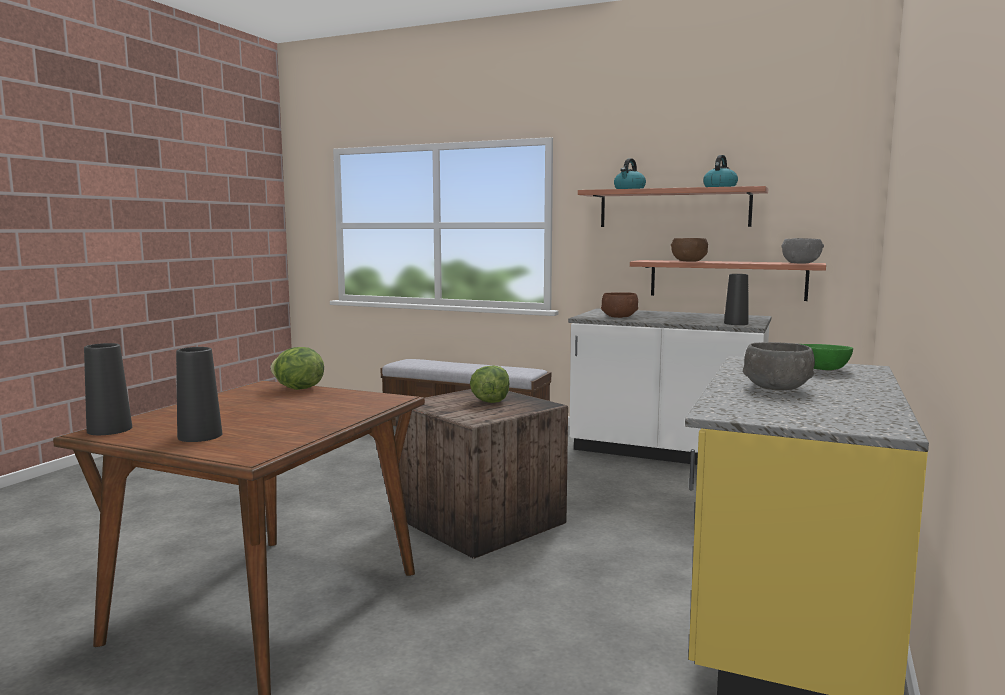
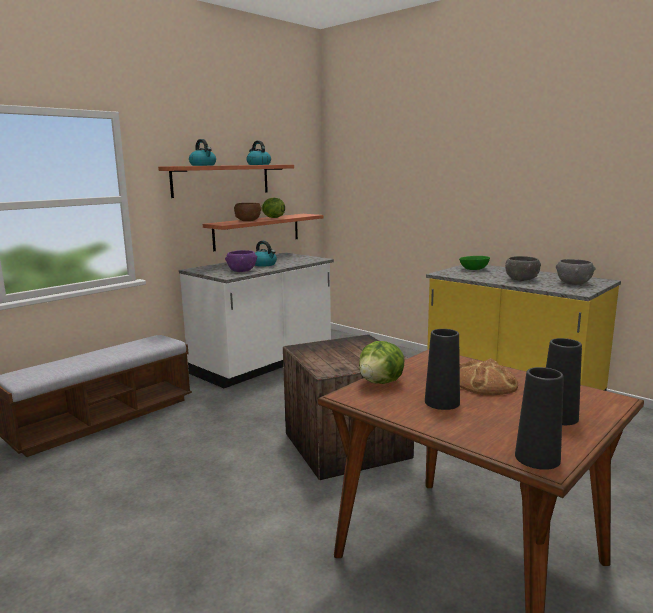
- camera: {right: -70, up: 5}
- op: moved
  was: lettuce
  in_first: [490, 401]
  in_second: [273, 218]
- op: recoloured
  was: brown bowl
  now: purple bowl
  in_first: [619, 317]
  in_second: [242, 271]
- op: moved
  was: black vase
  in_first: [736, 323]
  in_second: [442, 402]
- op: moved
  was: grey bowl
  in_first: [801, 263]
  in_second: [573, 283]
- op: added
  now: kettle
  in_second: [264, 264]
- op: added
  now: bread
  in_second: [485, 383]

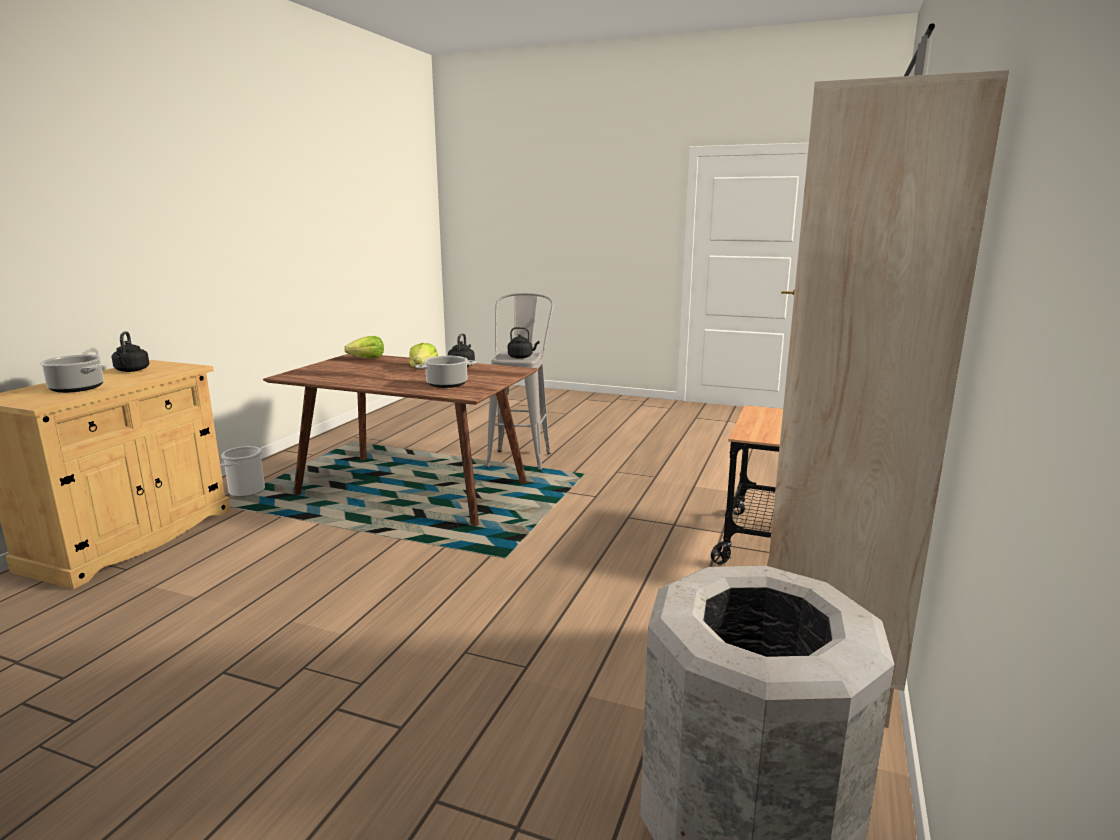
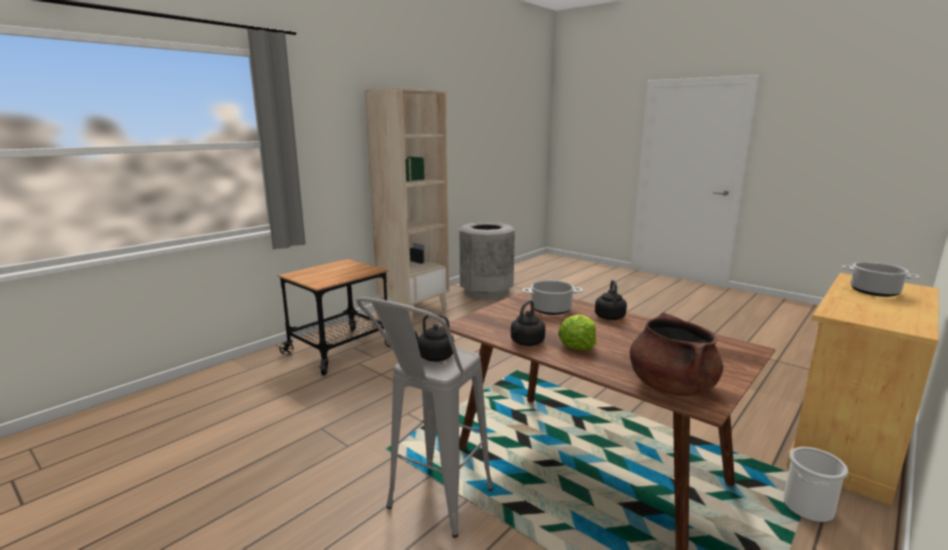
- camera: {right: -160, up: 0}
- op: moved
  was: black kettle
  in_first: [131, 370]
  in_second: [609, 316]
- op: replaced
  was: lettuce
  now: brown cooking pot
  in_first: [367, 358]
  in_second: [671, 386]

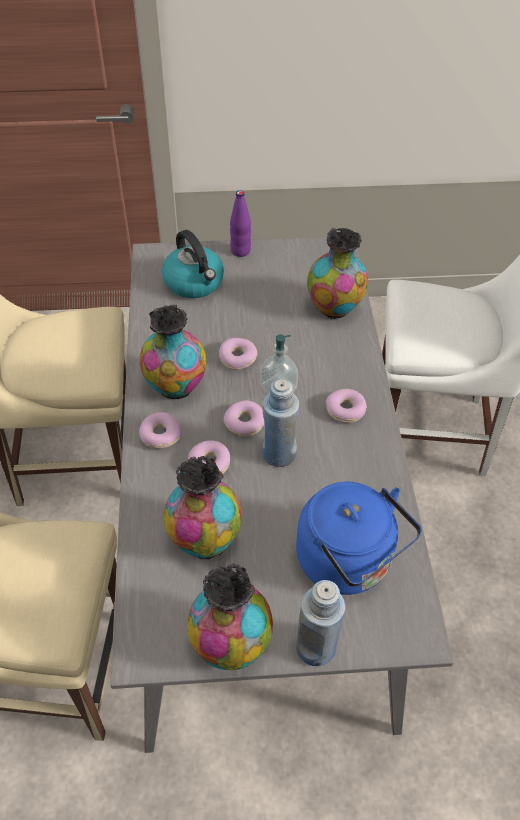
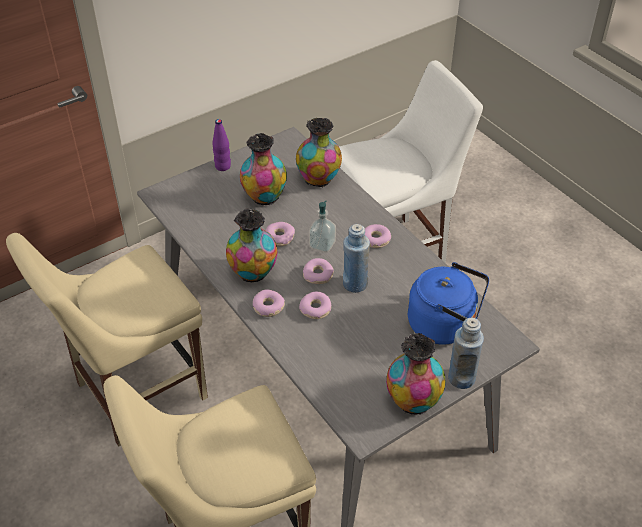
- camera: {right: -30, up: -5}
- op: removed
  was: kettle
  in_first: [194, 283]
- op: moved
  was: vase
  in_first: [205, 539]
  in_second: [264, 197]

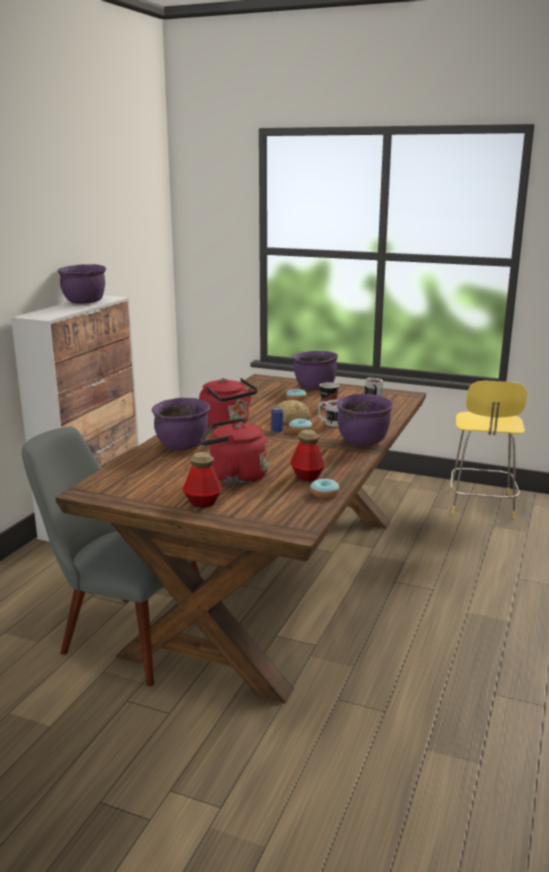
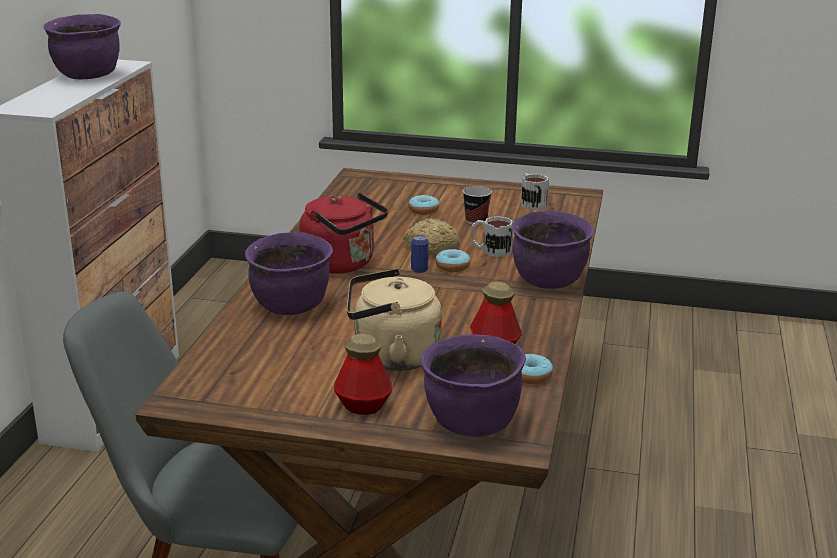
- camera: {right: -10, up: 5}
- op: recoloured
  was: red kettle
  now: beige kettle
  in_first: [234, 477]
  in_second: [391, 357]
- op: moved
  was: purple cooking pot
  in_first: [314, 388]
  in_second: [471, 423]
- op: removed
  was: yellow stool
  in_first: [481, 504]

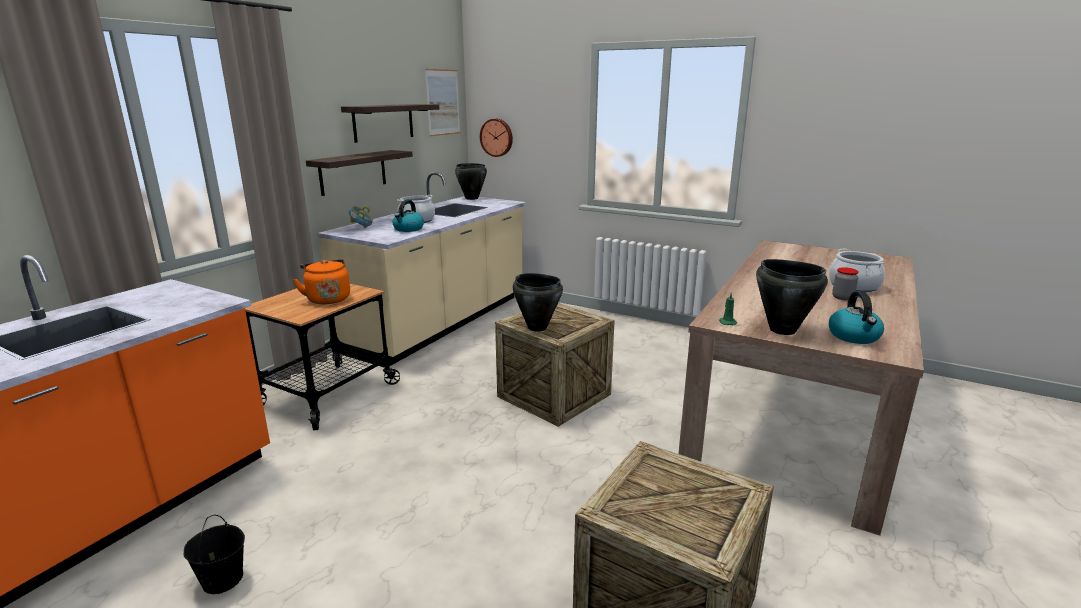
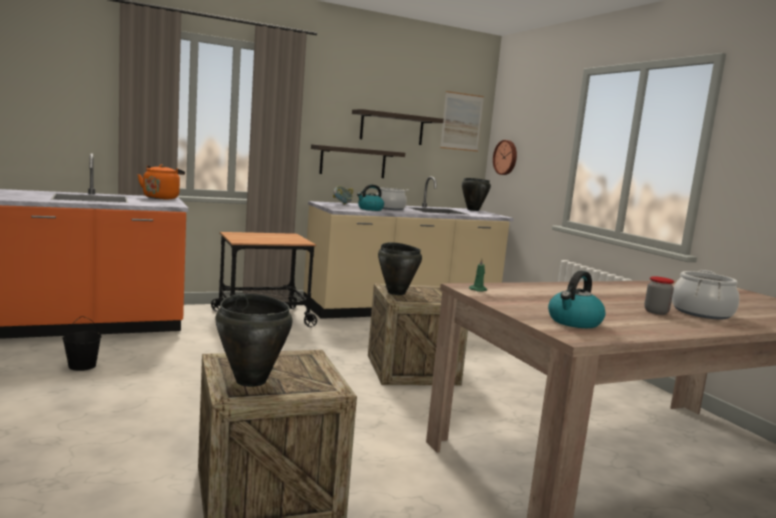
- camera: {right: 35, up: -10}
- op: moved
  was: orange kettle
  in_first: [327, 299]
  in_second: [161, 198]
- op: moved
  was: black cooking pot
  in_first: [782, 330]
  in_second: [251, 380]

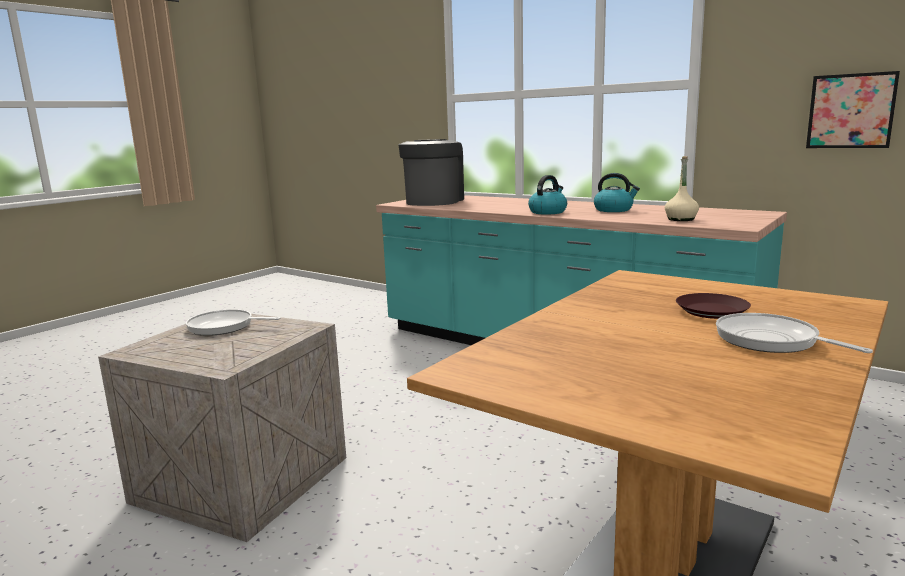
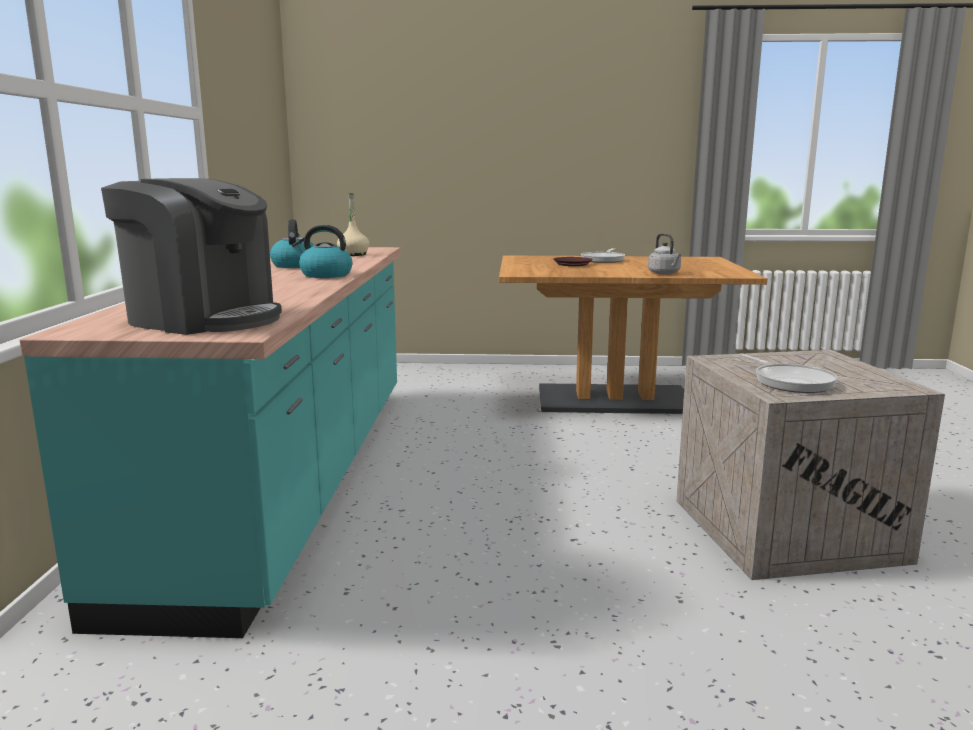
- camera: {right: -125, up: 0}
- op: turned
  was: coffee machine
  in_first: [433, 201]
  in_second: [203, 319]
  clockwise: -135
- op: removed
  was: picture
  in_first: [850, 111]
- op: added
  now: grey kettle
  in_second: [665, 273]

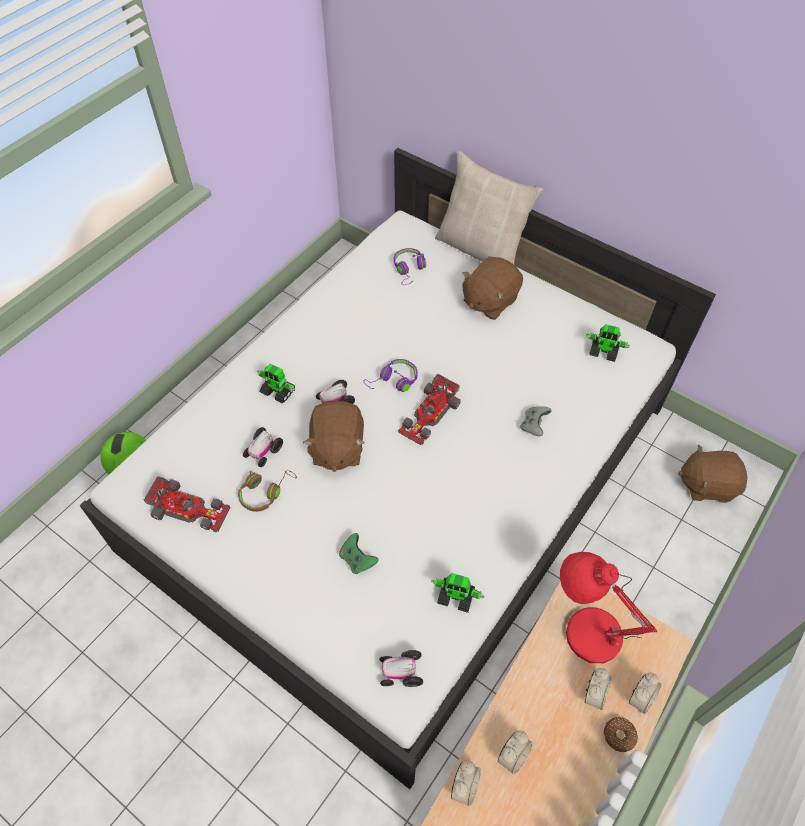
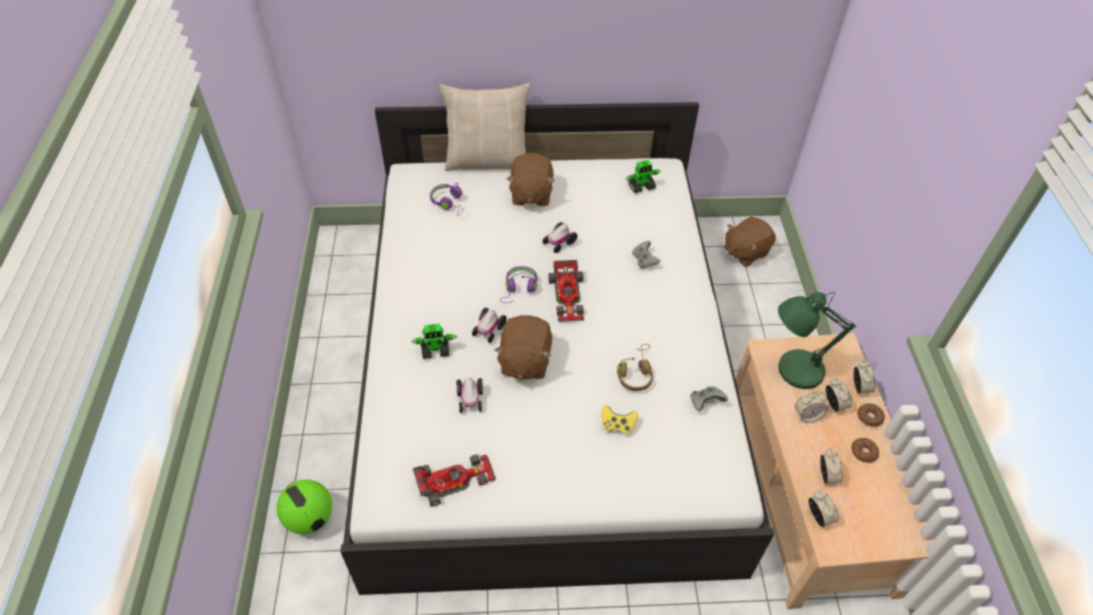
- camera: {right: -40, up: -5}
- op: moved
  was: brown headphones
  in_first: [265, 492]
  in_second: [635, 373]
- op: turned
  was: brown plush toy
  in_first: [337, 448]
  in_second: [524, 361]
  clockwise: 45
- op: recoloured
  was: green game controller
  now: yellow game controller
  in_first: [357, 559]
  in_second: [617, 425]
- op: moved
  was: toy car
  in_first: [401, 672]
  in_second: [559, 242]
- op: replaced
  was: toy robot
  now: grey game controller
  in_first: [456, 597]
  in_second: [705, 402]
- op: recoloured
  was: red table lamp
  now: green table lamp
  in_first: [586, 631]
  in_second: [794, 370]
- op: added
  now: alarm clock
  in_second: [807, 415]
- op: added
  now: donut
  in_second: [863, 452]

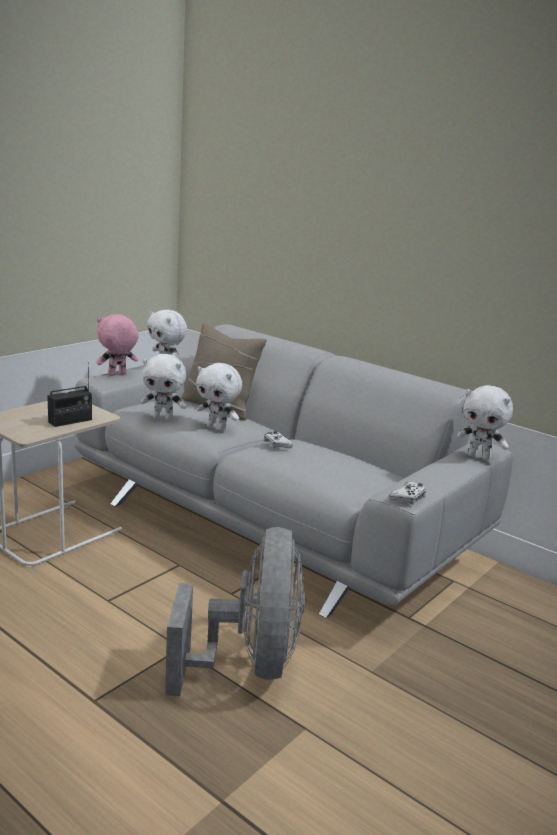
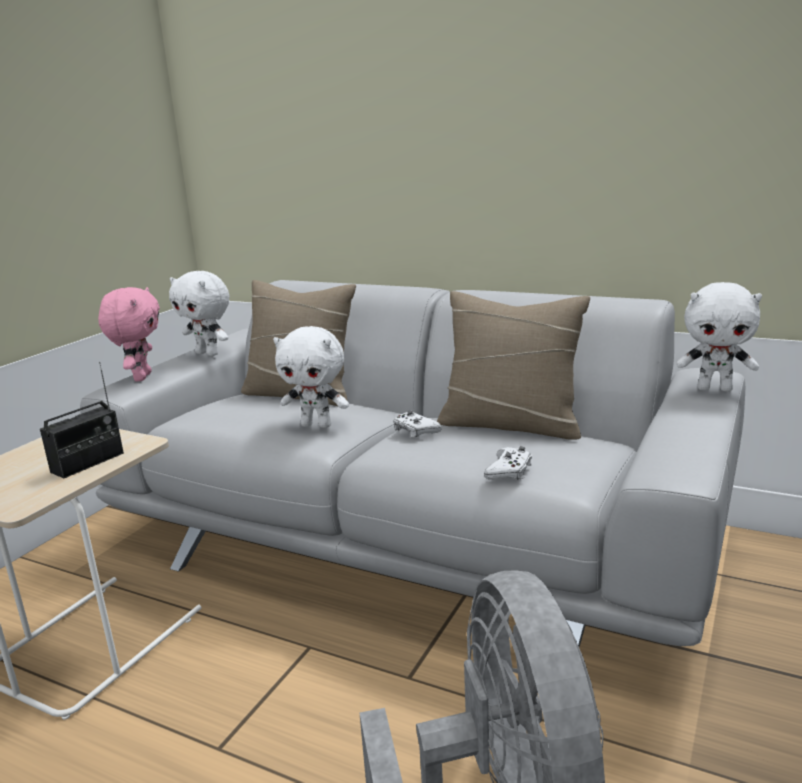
- camera: {right: -10, up: 0}
- op: turned
  was: pink plush toy
  in_first: [117, 374]
  in_second: [141, 377]
  clockwise: 135
- op: removed
  was: white plush toy
  in_first: [163, 418]
- op: moved
  was: white game controller
  in_first: [408, 498]
  in_second: [509, 471]
- op: added
  now: beige pillow
  in_second: [511, 424]

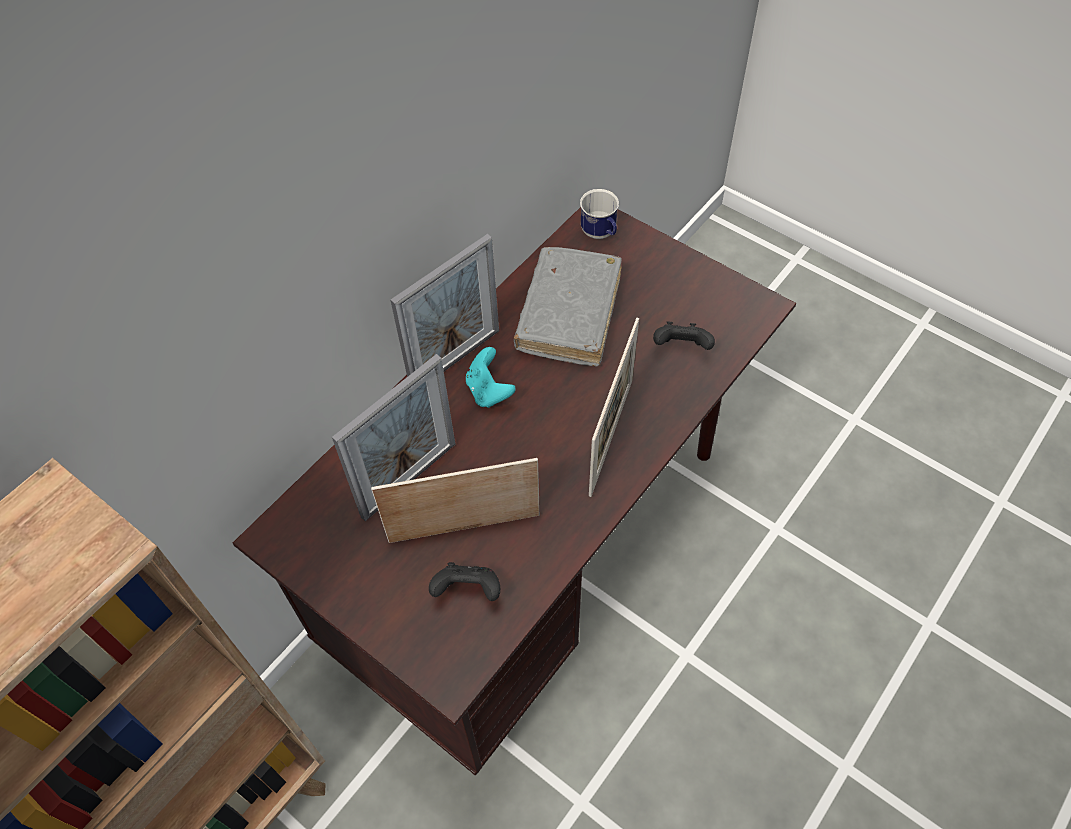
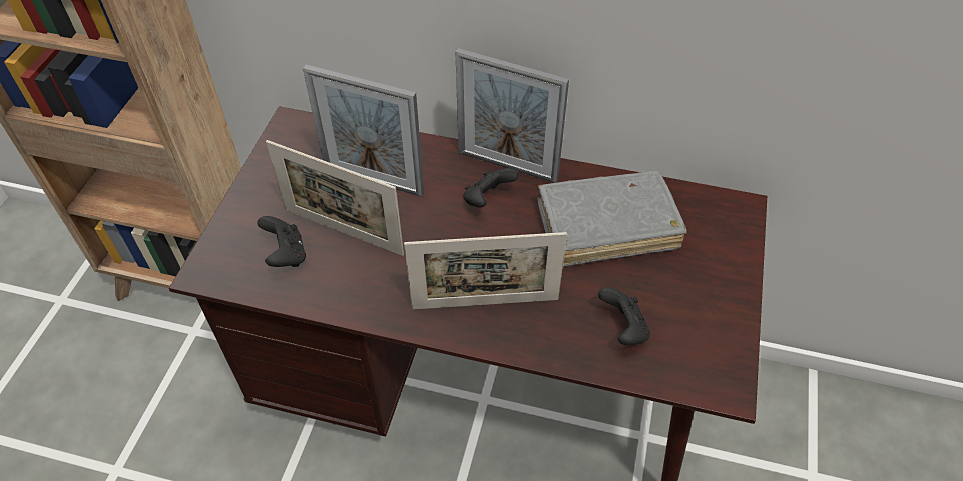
- camera: {right: 65, up: -5}
- op: turned
  was: picture frame
  in_first: [464, 528]
  in_second: [343, 232]
  clockwise: 150
- op: recoloured
  was: turquoise game controller
  now: black game controller
  in_first: [489, 391]
  in_second: [487, 199]
- op: removed
  was: mug
  in_first: [601, 234]

